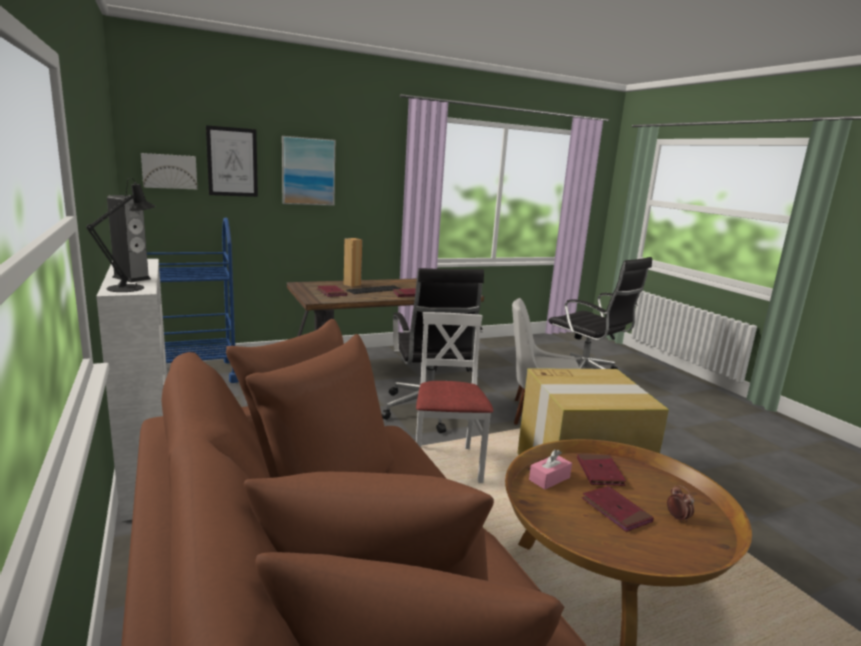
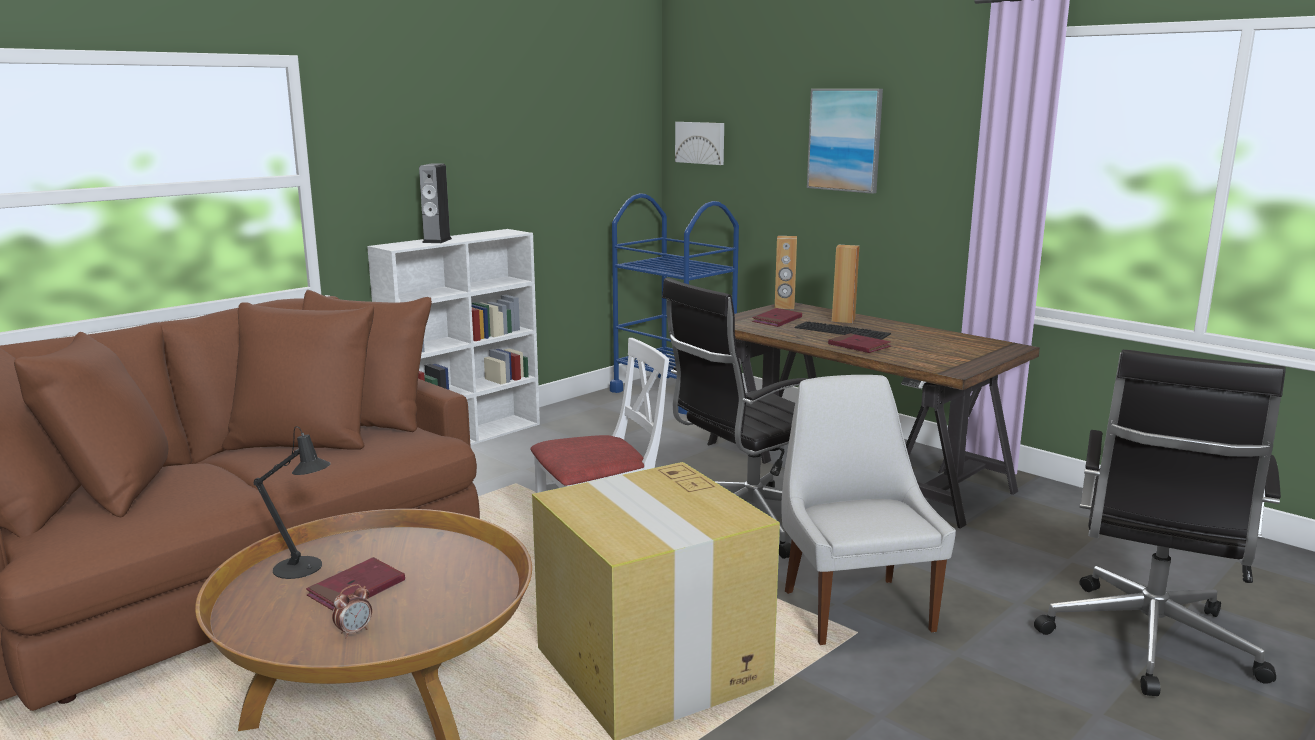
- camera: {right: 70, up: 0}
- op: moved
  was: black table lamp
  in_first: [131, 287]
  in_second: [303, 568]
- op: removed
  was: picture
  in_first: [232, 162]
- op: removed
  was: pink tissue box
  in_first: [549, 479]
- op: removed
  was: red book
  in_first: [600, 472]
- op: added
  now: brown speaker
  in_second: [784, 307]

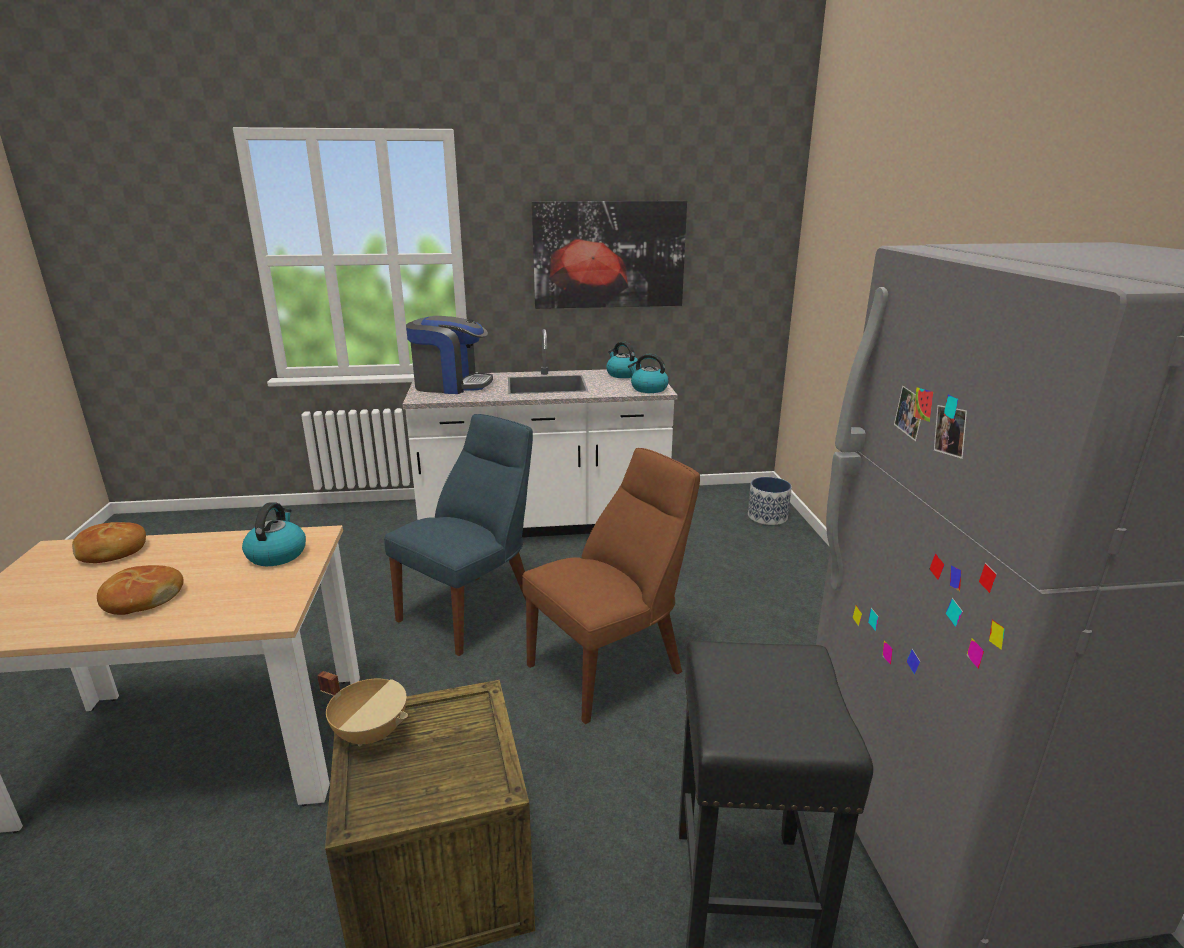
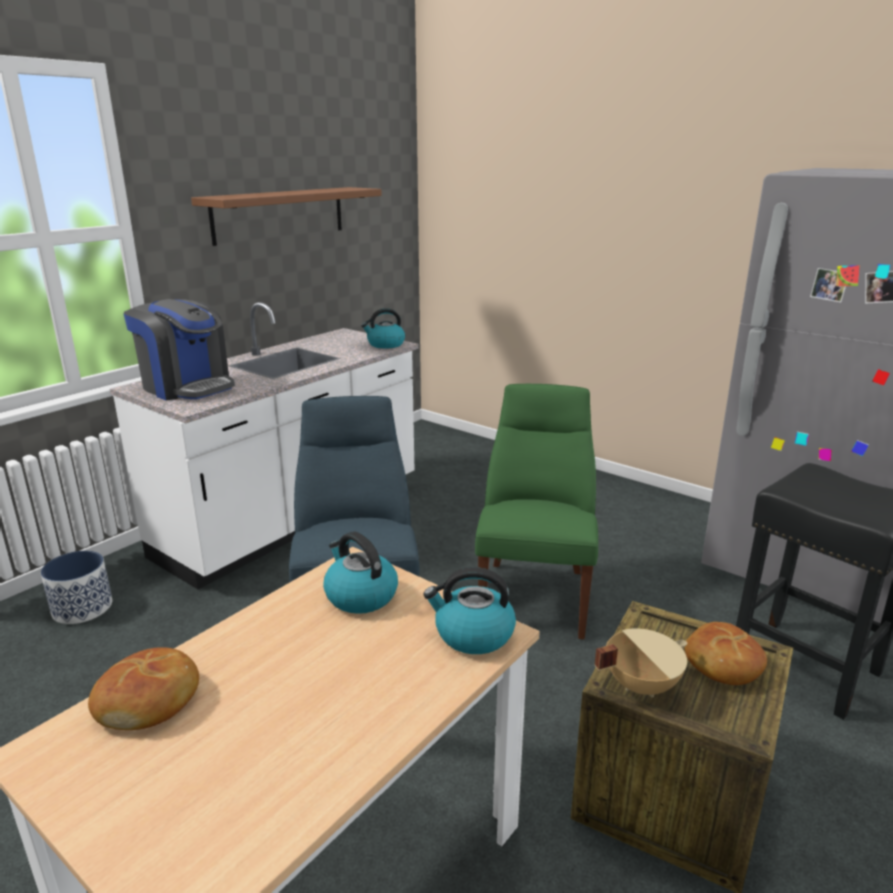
- camera: {right: -45, up: 0}
- op: moved
  was: bread
  in_first: [142, 599]
  in_second: [722, 663]
- op: turned
  was: coffee machine
  in_first: [451, 385]
  in_second: [187, 386]
  clockwise: 75
- op: recoloured
  was: brown chair
  now: green chair
  in_first: [611, 667]
  in_second: [534, 594]
- op: replaced
  was: picture
  now: brown shelf
  in_first: [609, 255]
  in_second: [279, 214]
- op: moved
  was: kettle
  in_first: [622, 374]
  in_second: [473, 634]
- op: moved
  was: planter
  in_first: [767, 516]
  in_second: [82, 608]

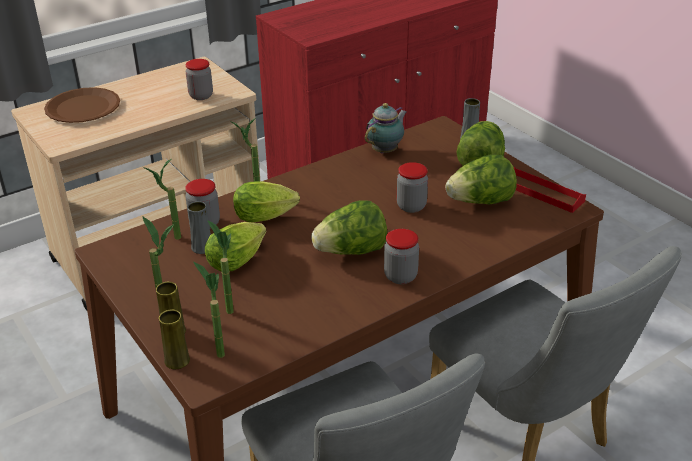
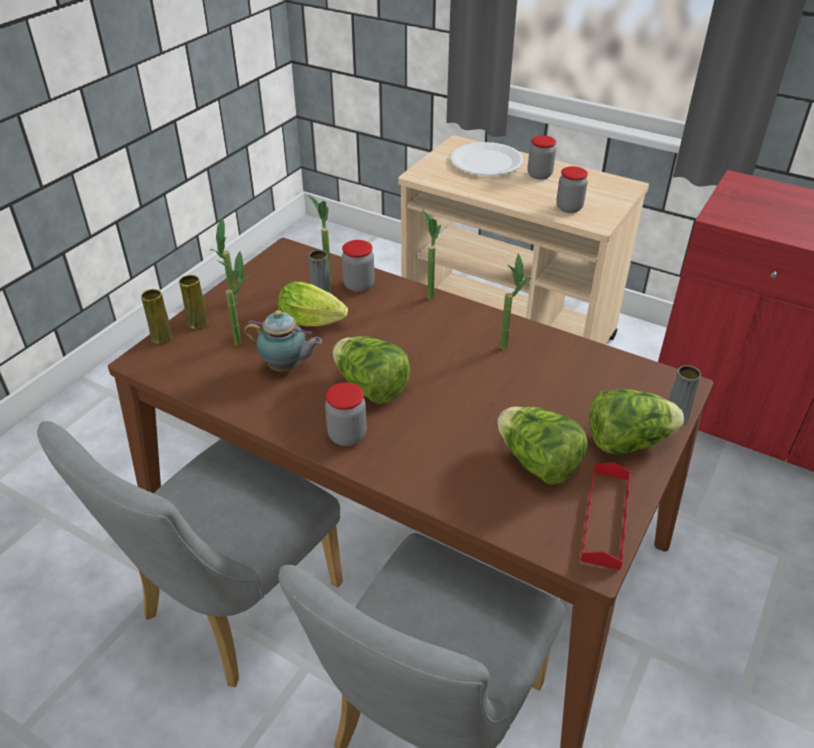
- camera: {right: 65, up: 5}
- op: recoloured
  was: brown plate
  now: white plate
  in_first: [83, 108]
  in_second: [486, 161]
- op: moved
  was: potted plant
  in_first: [217, 350]
  in_second: [507, 343]
- op: removed
  was: lettuce
  in_first: [268, 217]
- op: moved
  was: teapot
  in_first: [386, 150]
  in_second: [287, 367]
- op: moved
  was: jar
  in_first: [411, 206]
  in_second: [539, 175]

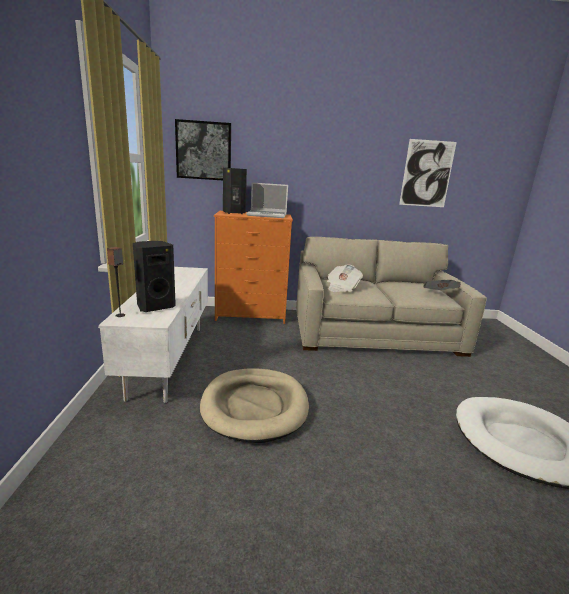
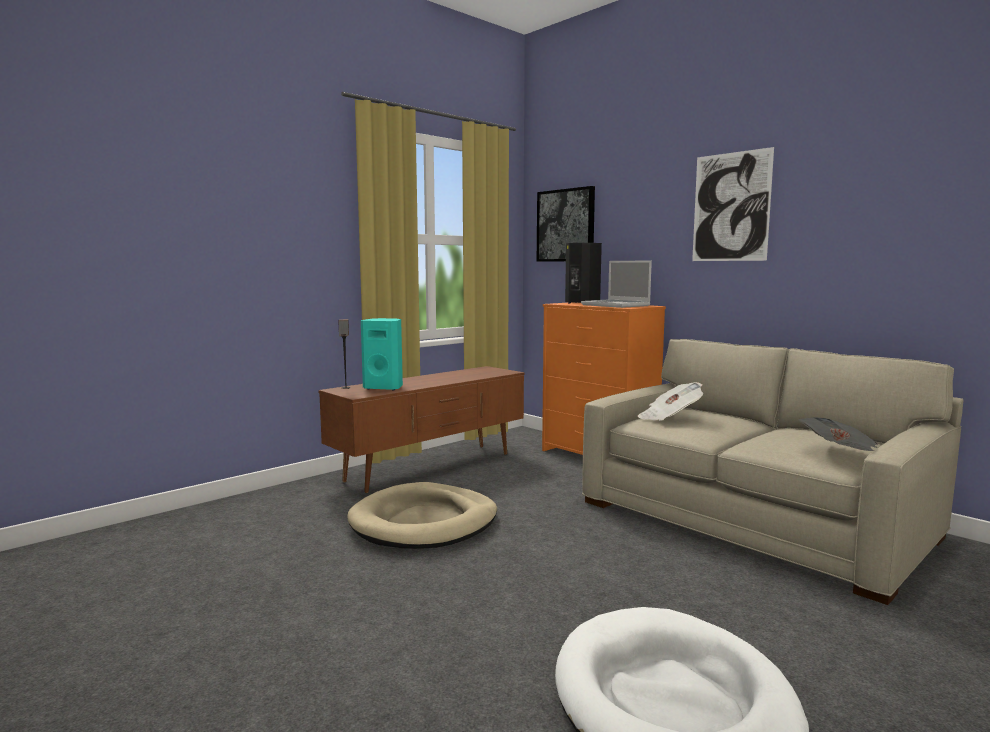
- camera: {right: 50, up: -10}
- op: recoloured
  was: white tv stand
  now: brown tv stand
  in_first: [170, 359]
  in_second: [431, 467]
- op: recoloured
  was: black speaker
  now: turquoise speaker
  in_first: [155, 306]
  in_second: [384, 387]
- op: moved
  was: picture
  in_first: [427, 174]
  in_second: [731, 207]

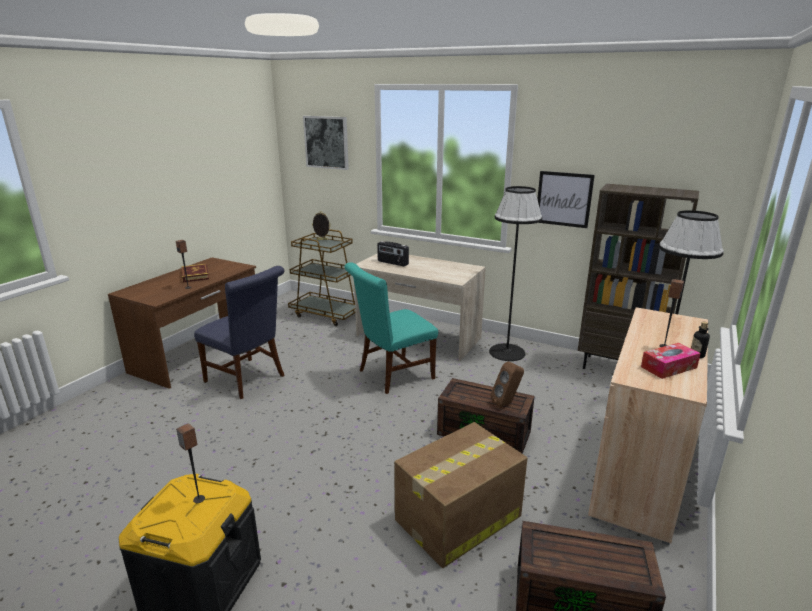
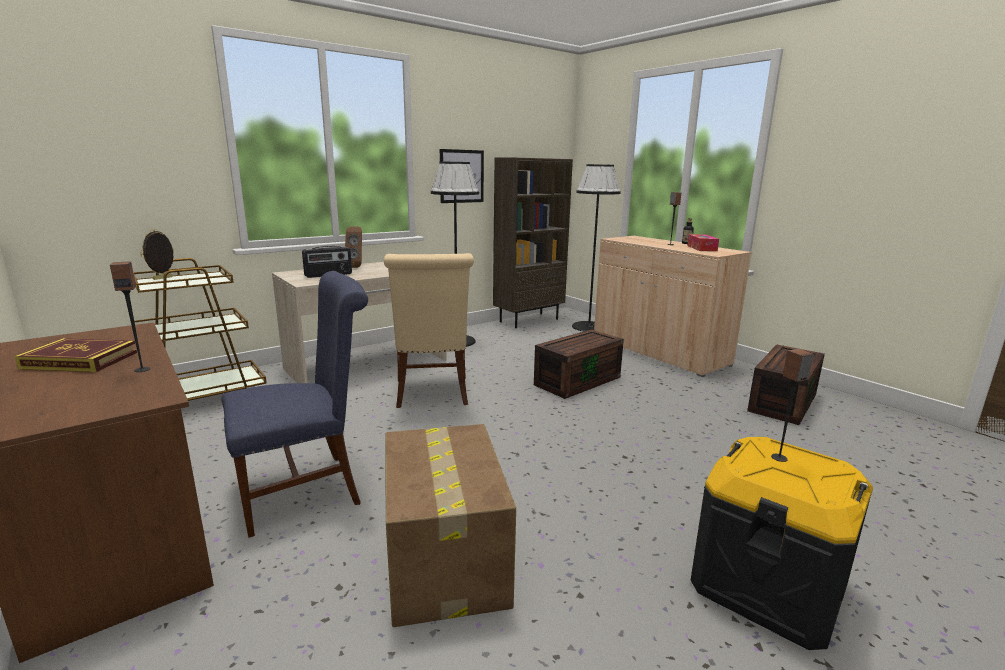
- camera: {right: -65, up: -5}
- op: removed
  was: picture
  in_first: [326, 142]
- op: recoloured
  was: turquoise chair
  now: beige chair
  in_first: [392, 375]
  in_second: [432, 394]
- op: moved
  was: cardboard box
  in_first: [457, 519]
  in_second: [445, 559]
- op: moved
  was: brown speaker
  in_first: [506, 403]
  in_second: [356, 267]

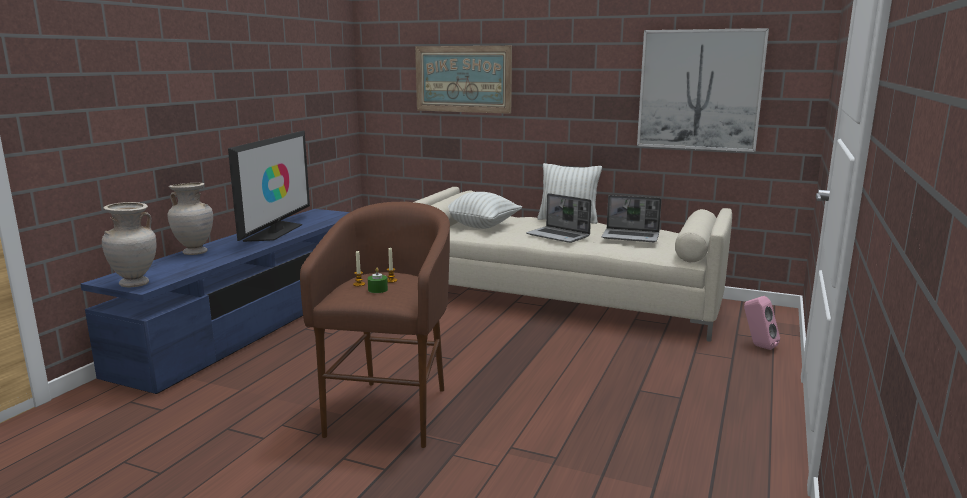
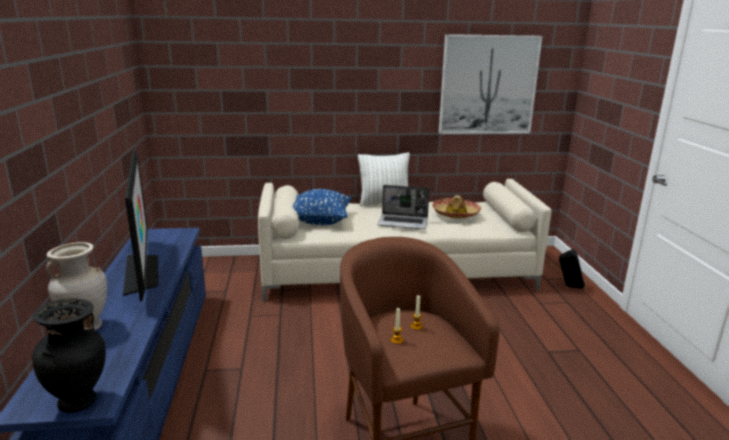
- camera: {right: -30, up: 5}
- op: recoloured
  was: beige vase
  now: black vase
  in_first: [135, 284]
  in_second: [79, 402]
- op: removed
  was: green candle
  in_first: [377, 289]
- op: removed
  was: picture
  in_first: [463, 79]
- op: recoloured
  was: white pillow
  now: blue pillow
  in_first: [481, 226]
  in_second: [320, 221]
- op: replaced
  was: laptop
  now: hat
  in_first: [631, 237]
  in_second: [456, 213]
- op: recoloured
  was: pink speaker
  now: black speaker
  in_first: [758, 346]
  in_second: [569, 286]

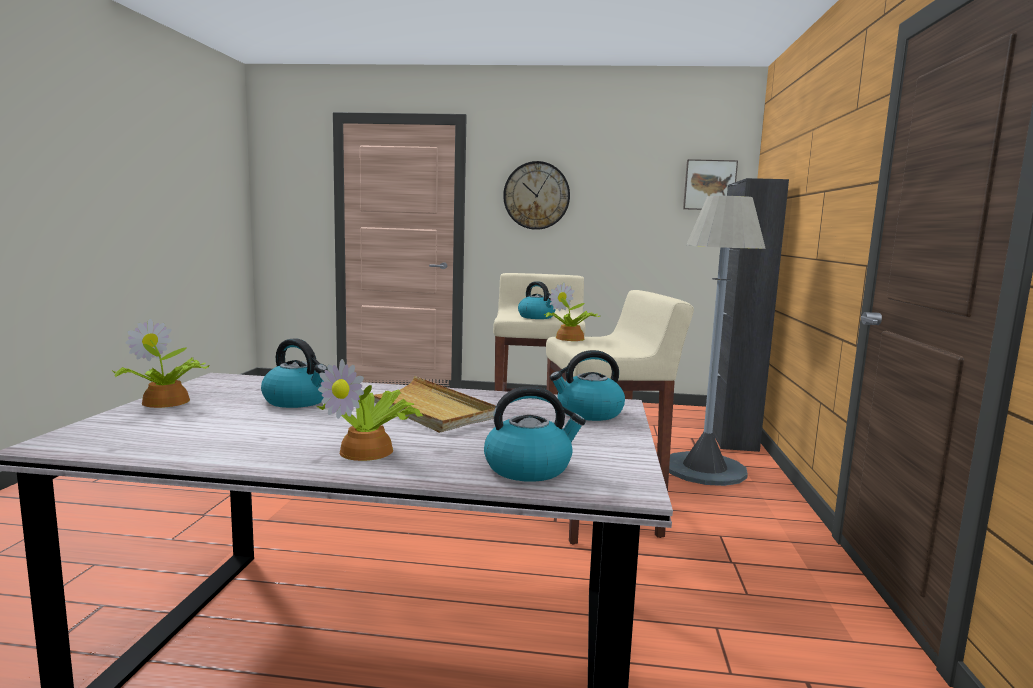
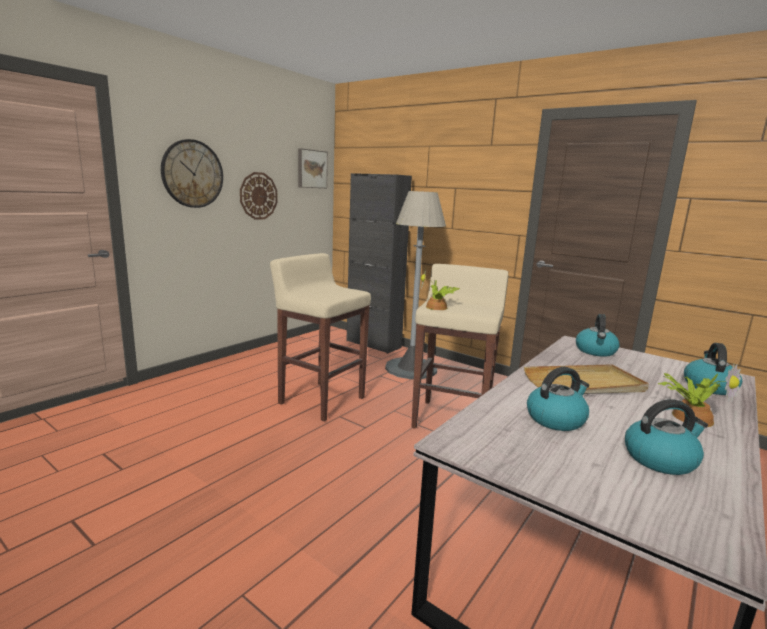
- camera: {right: -60, up: 5}
- op: removed
  was: potted plant
  in_first: [165, 402]
- op: moved
  was: kettle
  in_first: [537, 317]
  in_second: [660, 459]
- op: added
  now: wall clock
  in_second: [258, 196]

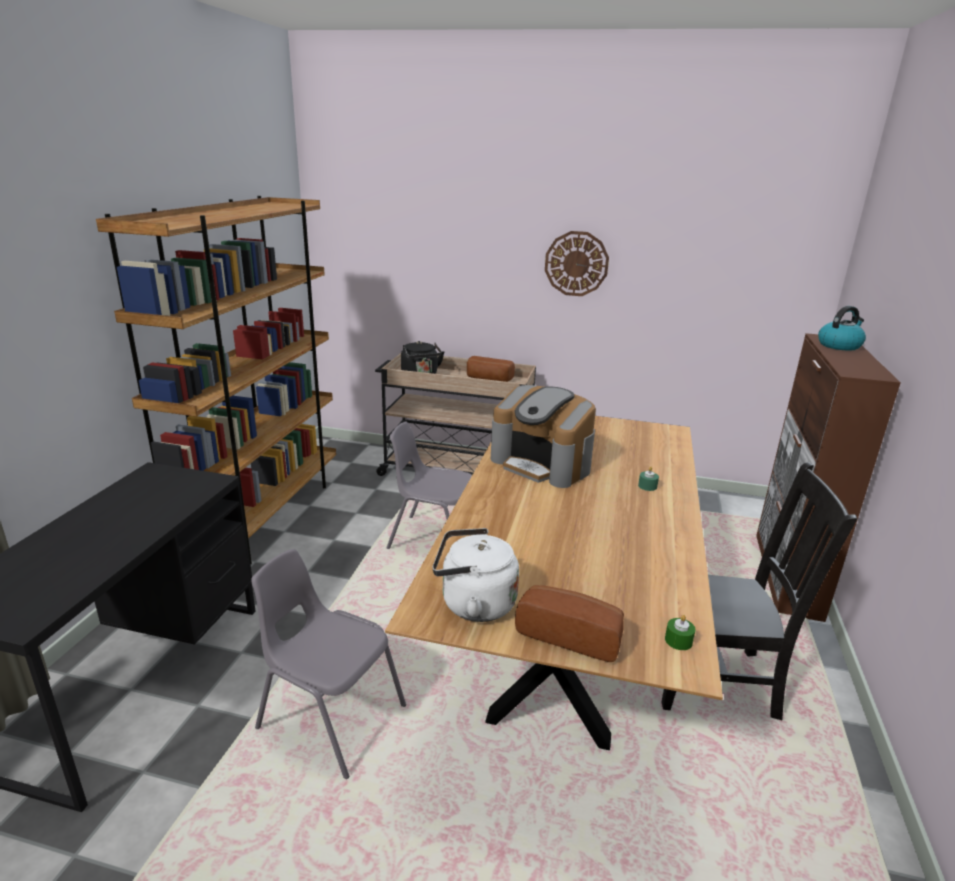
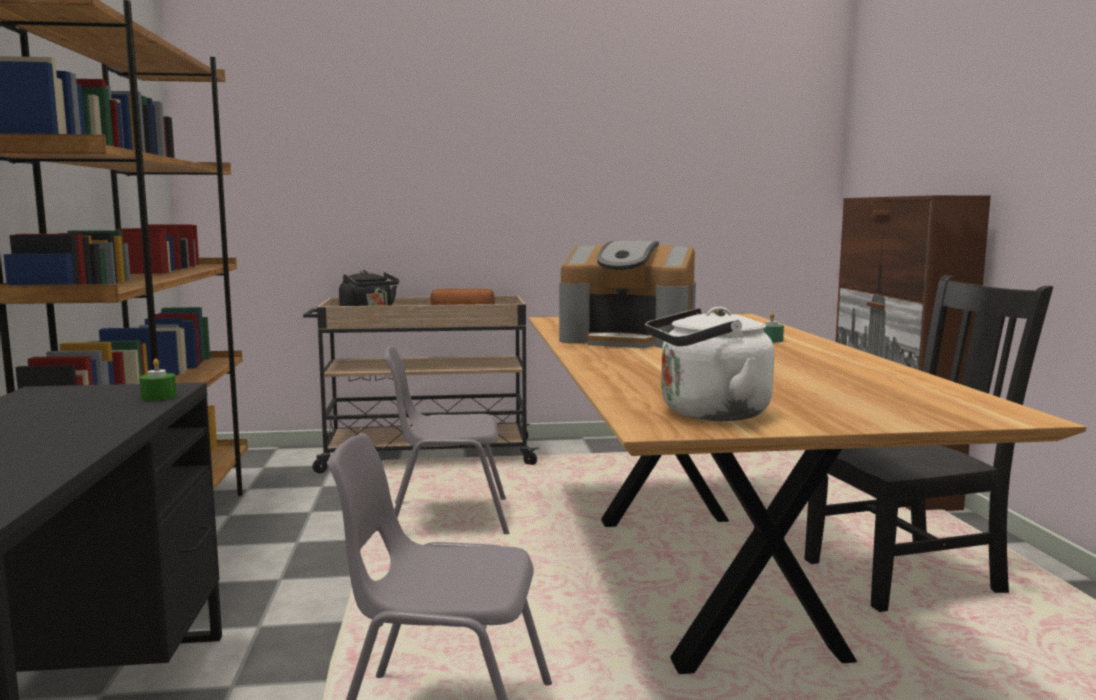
- camera: {right: -20, up: -15}
- op: removed
  was: bread
  in_first: [570, 634]
- op: removed
  was: wall clock
  in_first: [576, 263]
- op: moved
  was: green candle
  in_first: [678, 640]
  in_second: [158, 397]
- op: removed
  was: kettle
  in_first: [839, 345]

